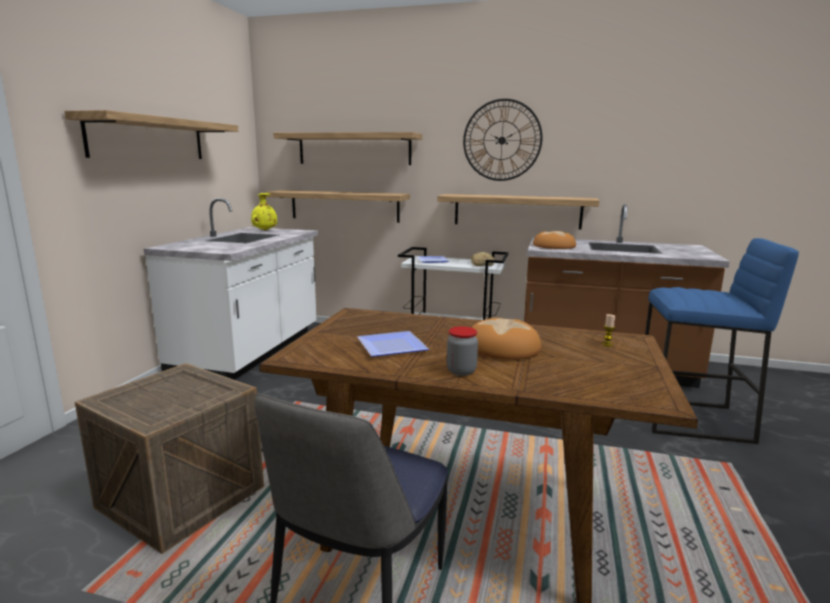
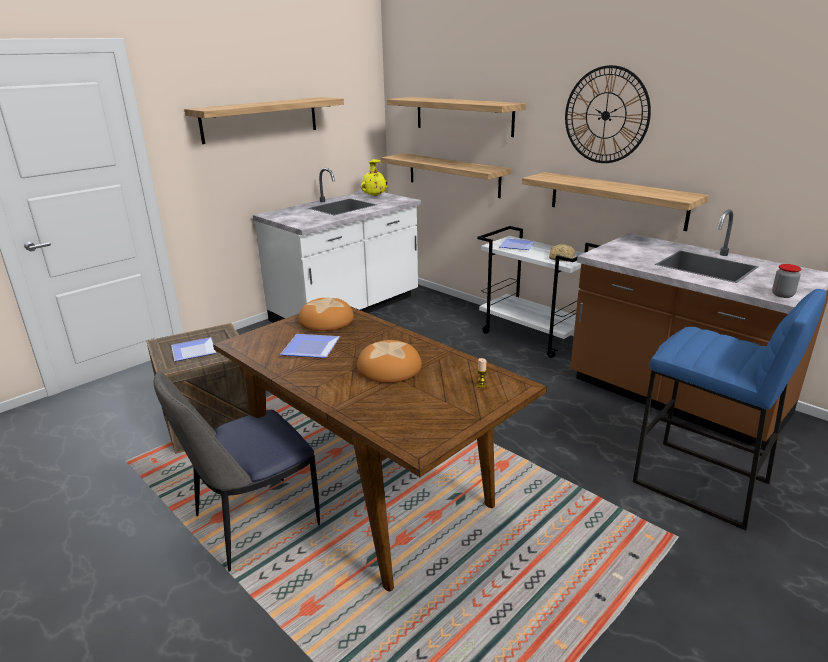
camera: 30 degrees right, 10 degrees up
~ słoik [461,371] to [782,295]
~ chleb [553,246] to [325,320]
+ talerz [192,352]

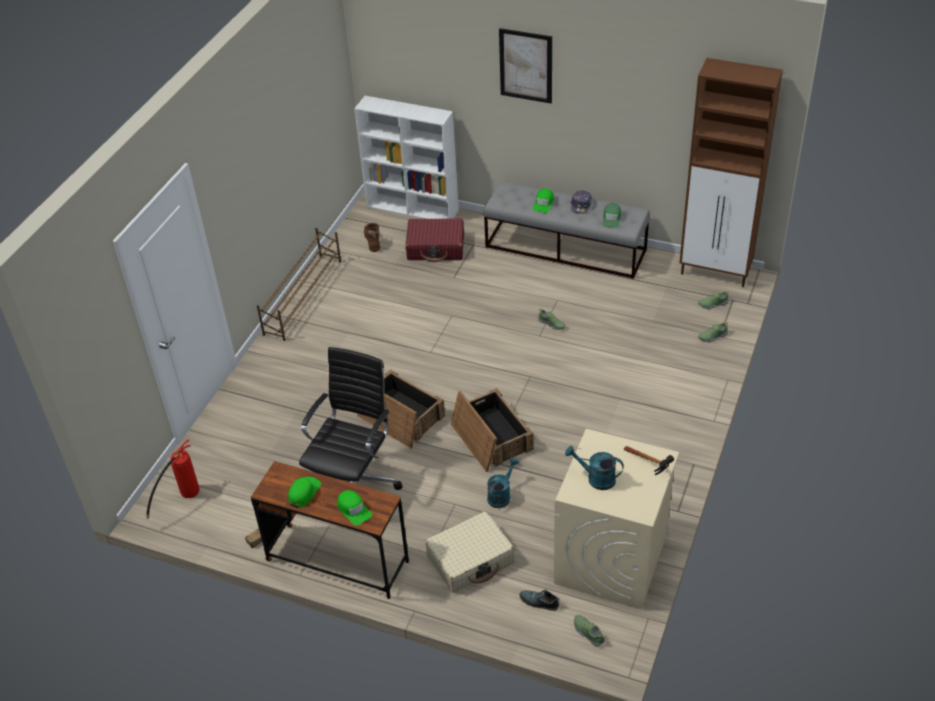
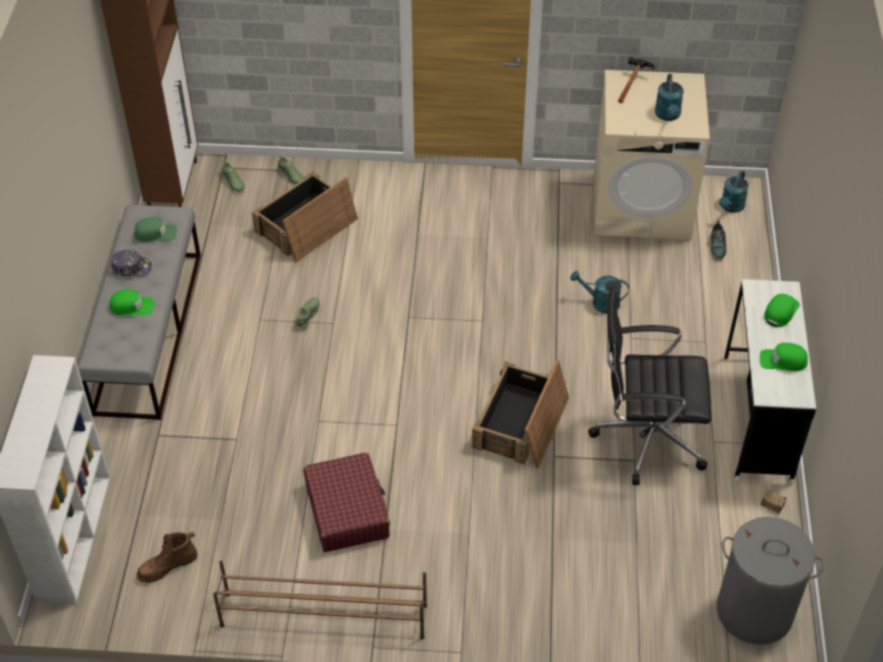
camera: 110 degrees left, 5 degrees up
~ gaśnica [182,499] to kosz na pranie/szary [754,611]
~ biurko/brązowy [337,561] to biurko/biały [757,418]
~ walizka/czerwony [436,247] to [347,510]
- walizka/beżowy [470,559]
~ skrzynka [490,437] to [306,226]
- obraz [526,65]
~ but [588,632] to konewka/turkusowy [731,207]

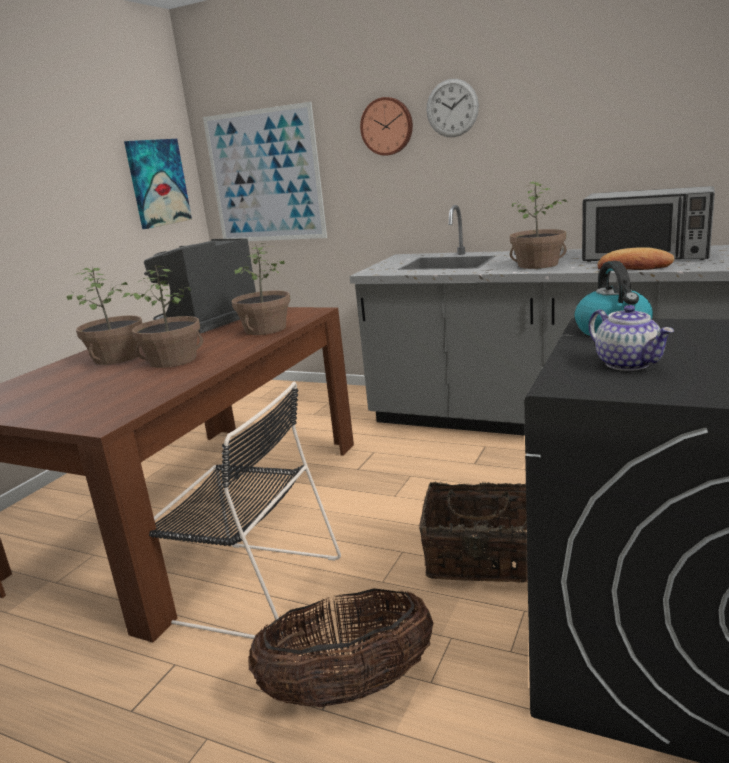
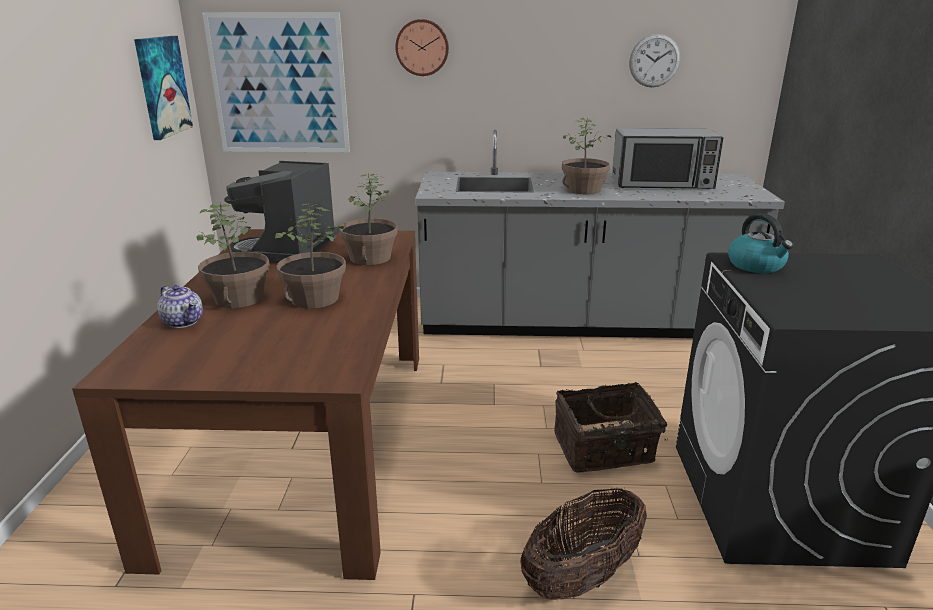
camera: 25 degrees left, 5 degrees up
- krzesło/czarny [249,588]
~ zegar ścienny [452,108] to [654,60]
~ imbryk [628,364] to [184,322]
- chleb [634,267]

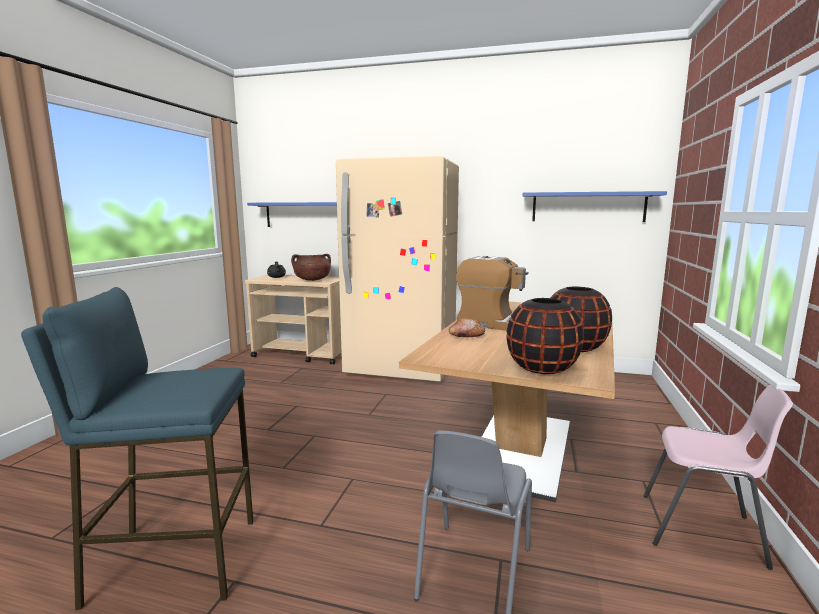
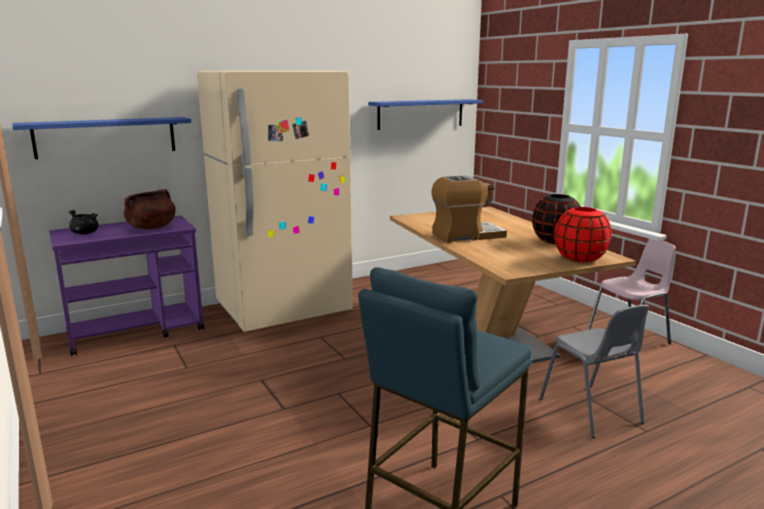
camera: 45 degrees left, 5 degrees up
~ wózek/beżowy [303,354] to wózek/fioletowy [137,331]
- chleb [466,335]
~ wazon/czarny [542,368] to wazon/czerwony [580,258]

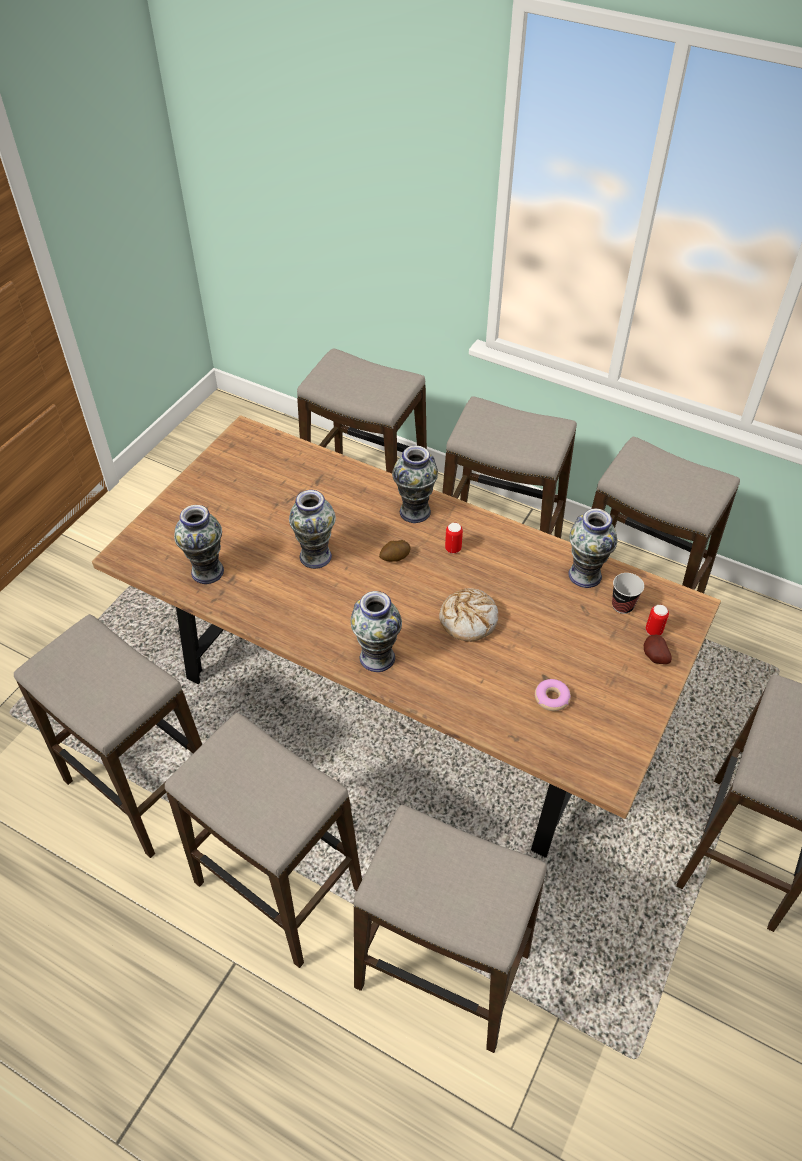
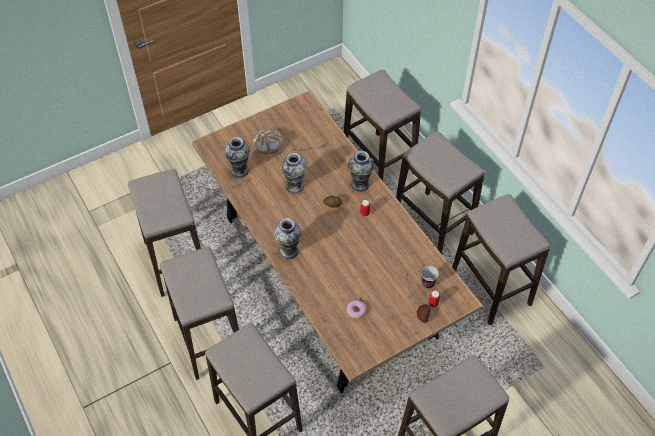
camera: 30 degrees right, 5 degrees up
~ chleb [468,619] to [268,144]
- wazon [585,575]

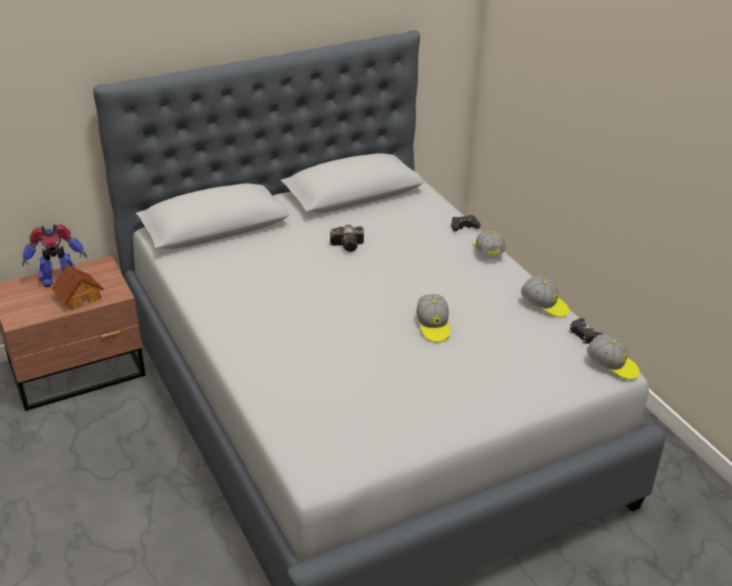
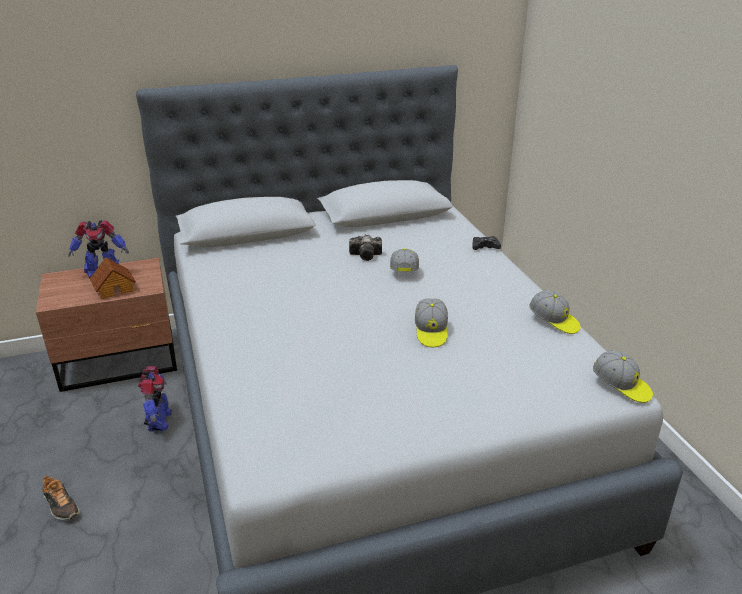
camera: 10 degrees right, 5 degrees down
~ czapka z daszkiem [487,251] to [404,270]
- pad do gier/czarny [584,334]
+ but [60,506]
+ robot zabawkowy [158,421]

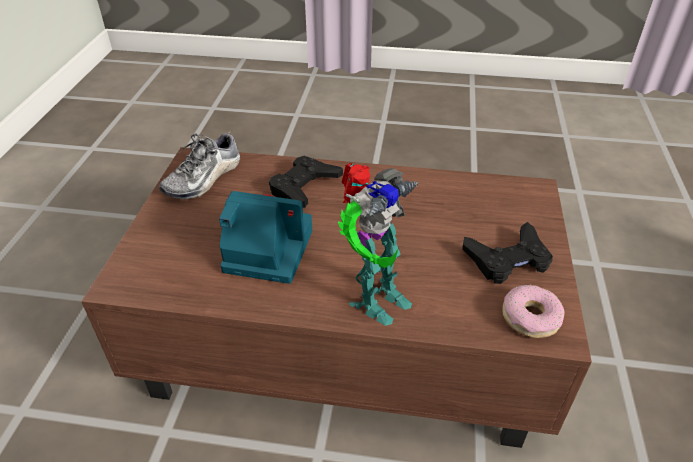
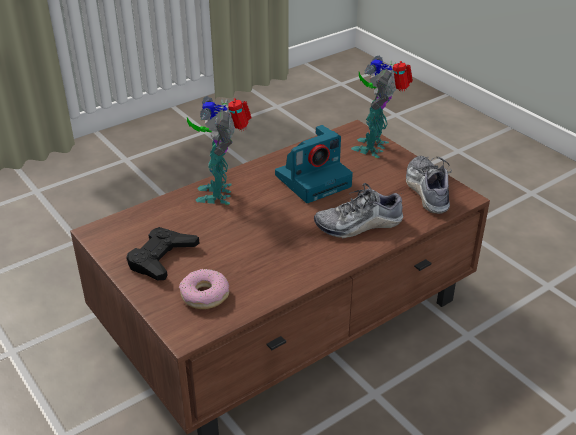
camera: 135 degrees right, 5 degrees down
~ pad do gier/czarny [304,186] to but [358,225]
~ donut [530,317] to [205,295]
+ robot zabawkowy [375,147]

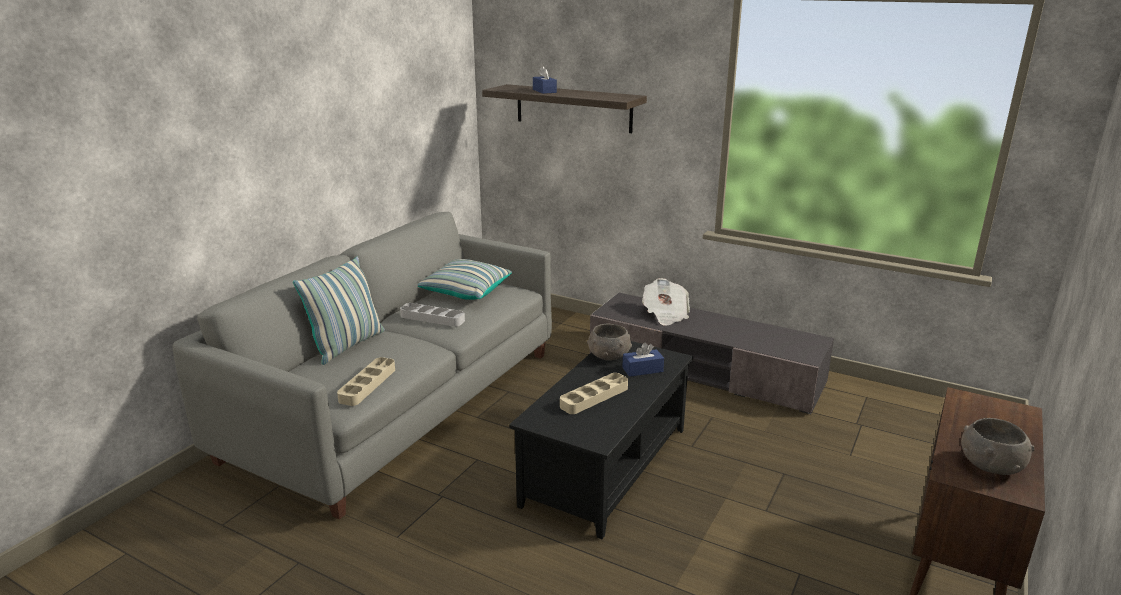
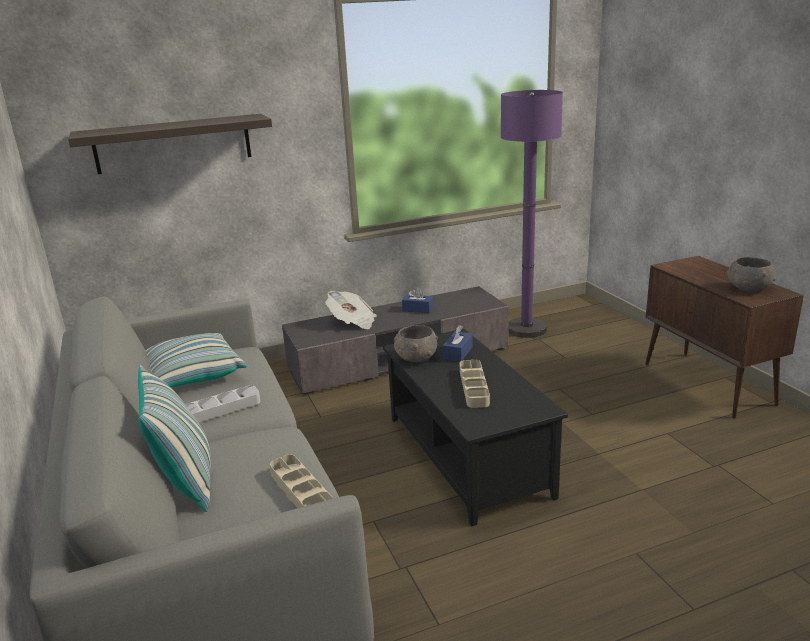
camera: 50 degrees left, 0 degrees up
~ pudełko chusteczek/niebieski [544,91] to [417,309]
+ lampa stojąca/fioletowy [526,329]

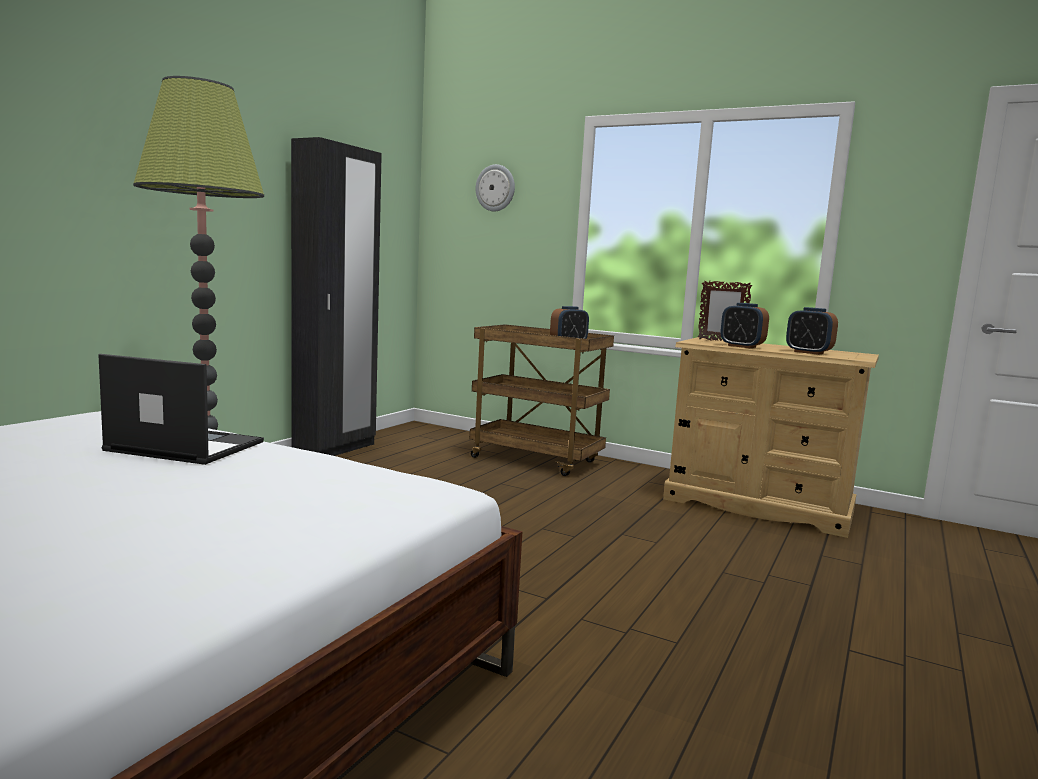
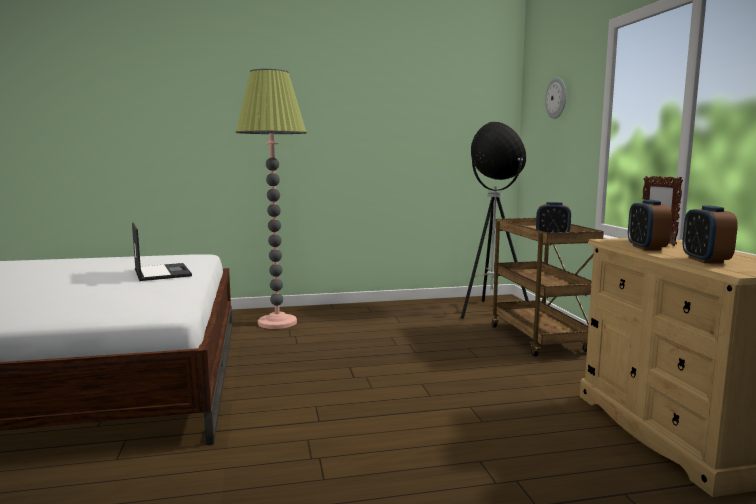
camera: 50 degrees right, 0 degrees up
- szafa/czarny [335,449]
+ lampa stojąca [490,311]

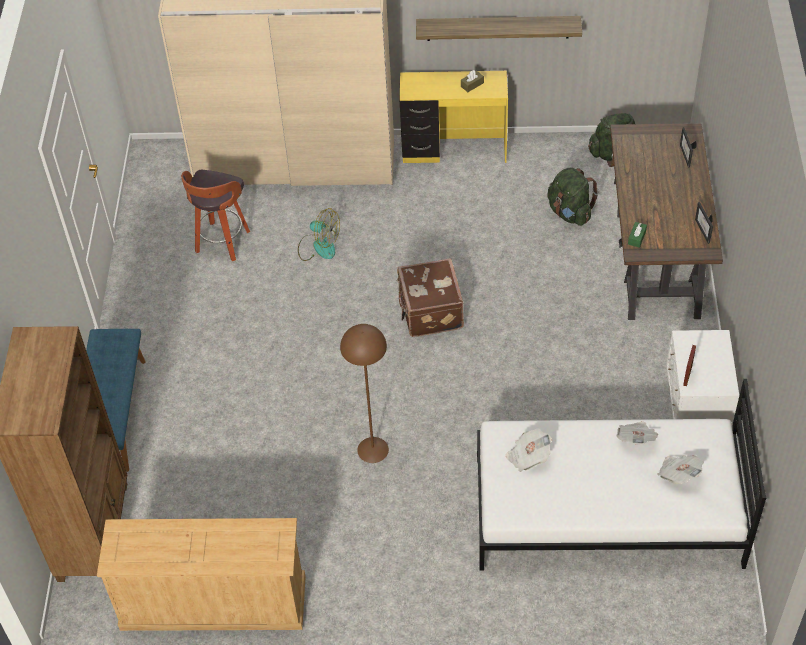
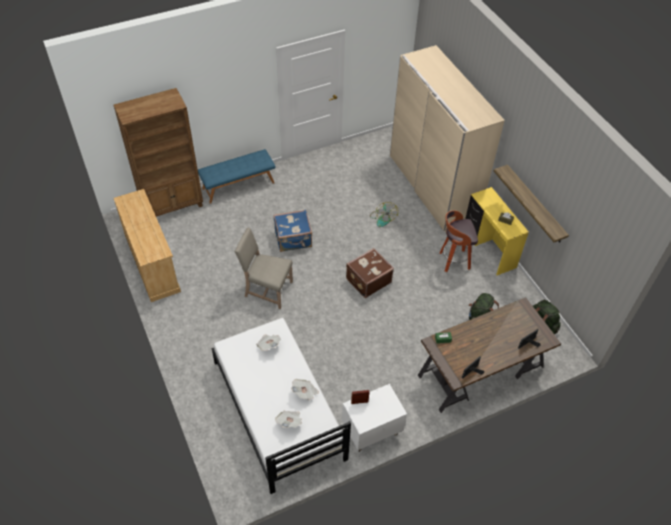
camera: 60 degrees right, 0 degrees up
~ stołek [222,243] to [453,261]
~ lampa stojąca/brązowy [372,450] to krzesło/beżowy [266,289]
+ walizka/niebieski [293,239]

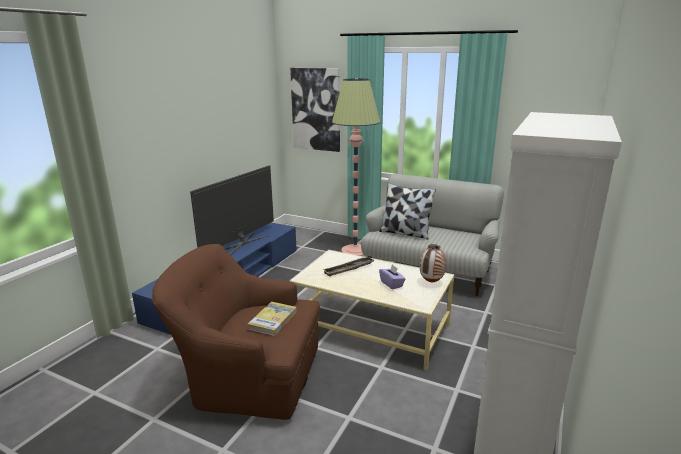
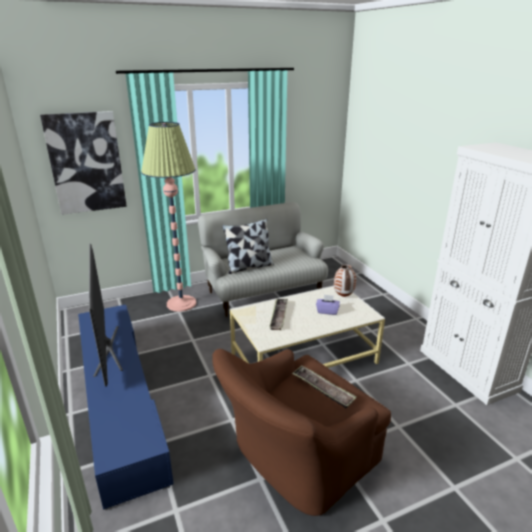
camera: 50 degrees left, 5 degrees up
~ książka [273,320] to taca [322,389]

